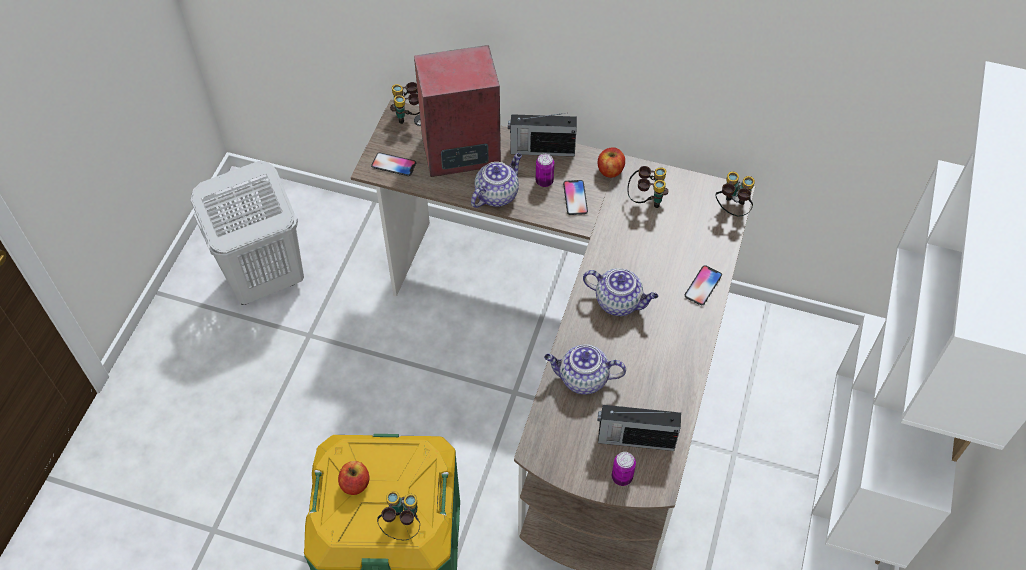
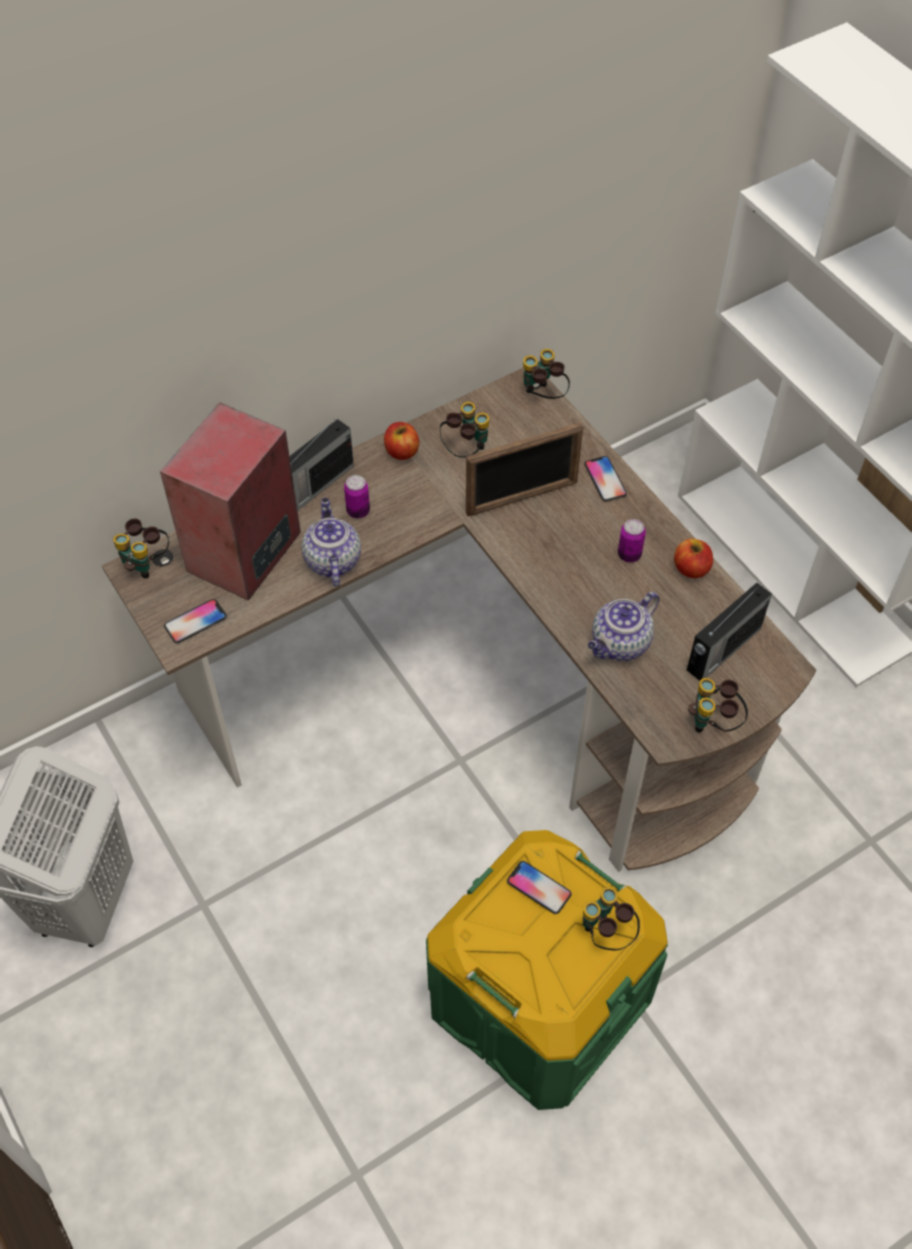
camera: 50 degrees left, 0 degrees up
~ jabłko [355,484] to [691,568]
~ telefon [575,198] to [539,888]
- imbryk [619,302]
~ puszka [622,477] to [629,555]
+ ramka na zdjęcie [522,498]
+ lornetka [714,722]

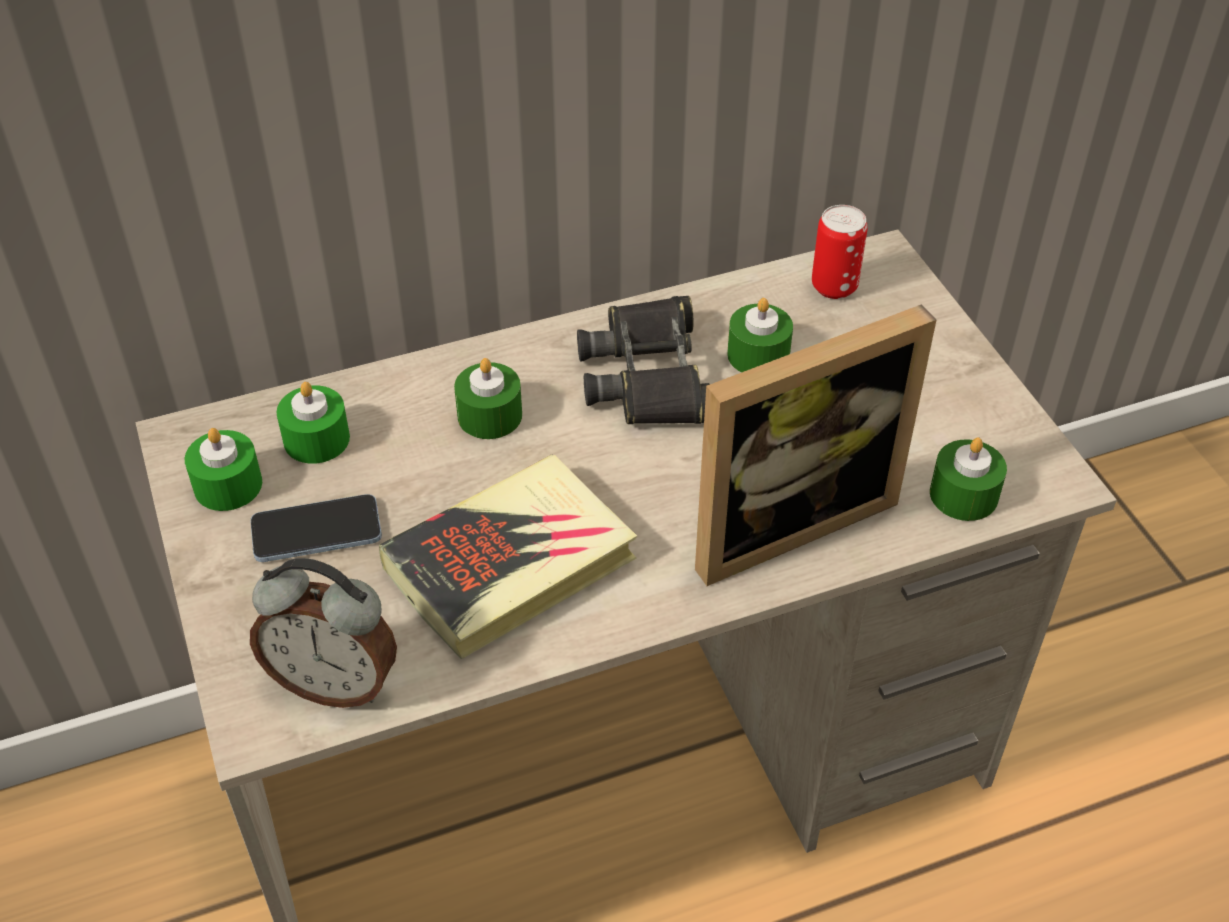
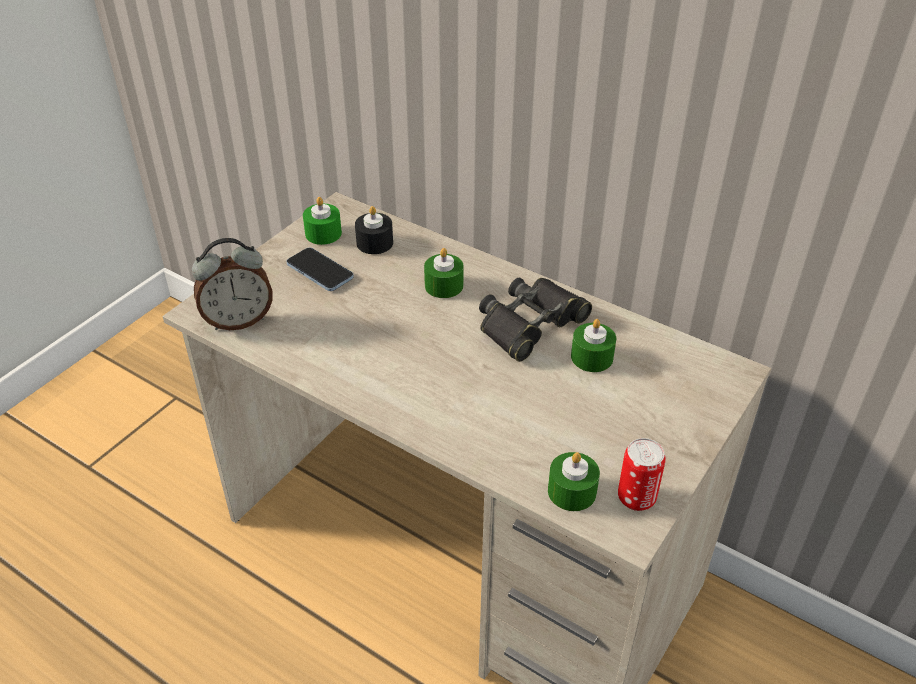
camera: 55 degrees right, 5 degrees down
~ budzik [335,682] = [238,320] 90 degrees counterclockwise
~ świeca/zielony [316,439] to świeca/czarny [374,243]
- książka [511,564]
- ramka na zdjęcie [783,518]
~ puszka [834,286] to [636,498]

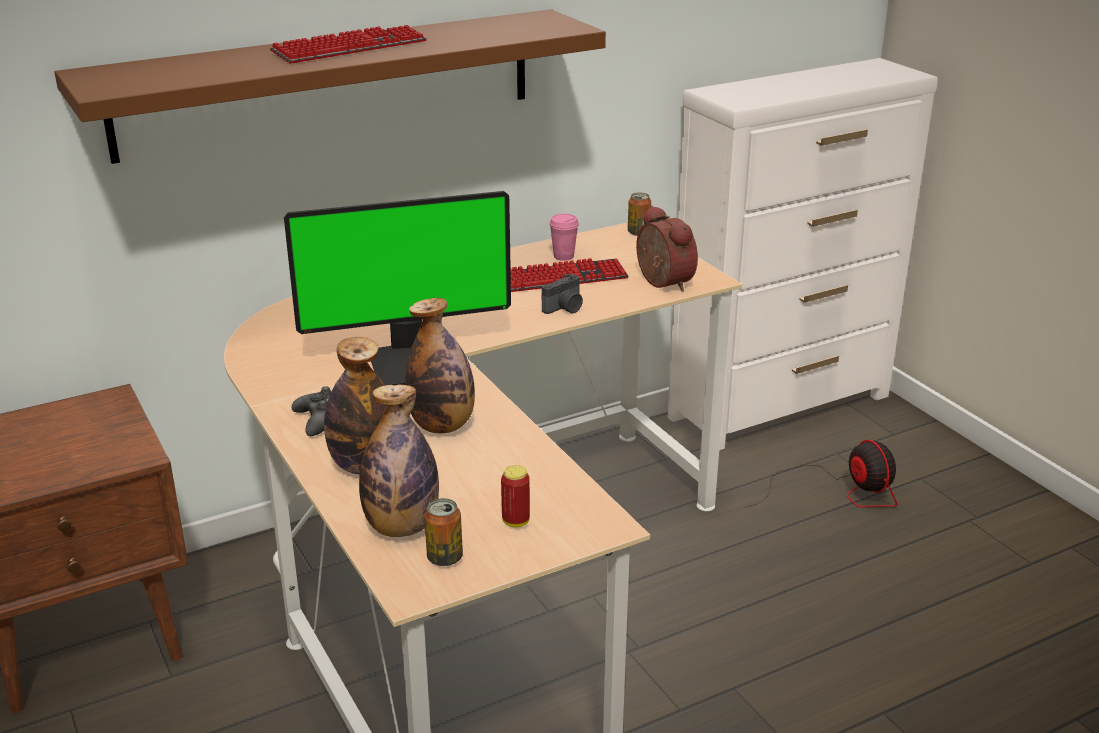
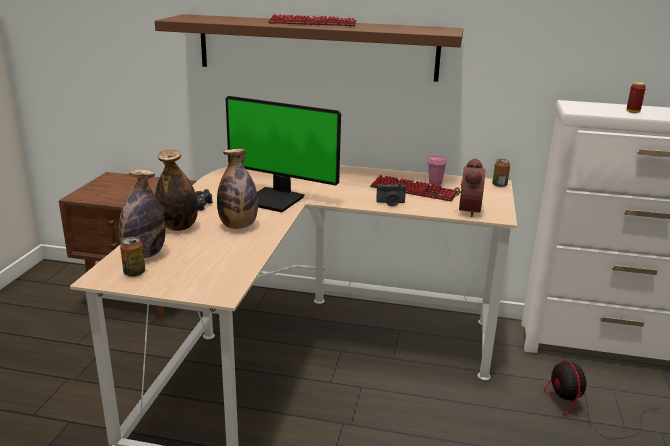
camera: 40 degrees right, 5 degrees down
~ puszka [515,521] to [633,112]
~ wentylator [839,492] = [585,411] 150 degrees clockwise

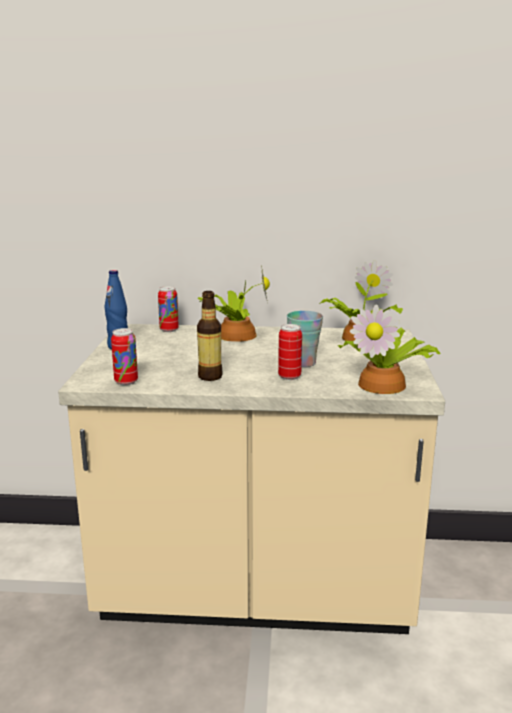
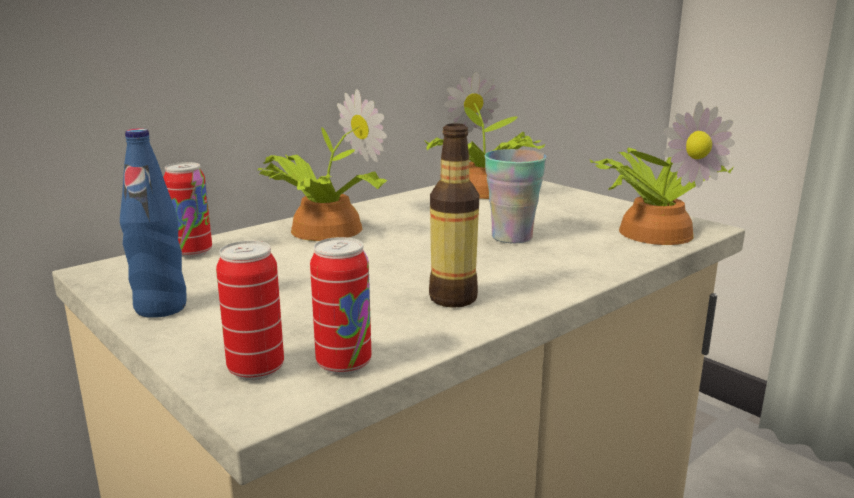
camera: 45 degrees left, 0 degrees up
~ puszka [289,377] to [256,369]

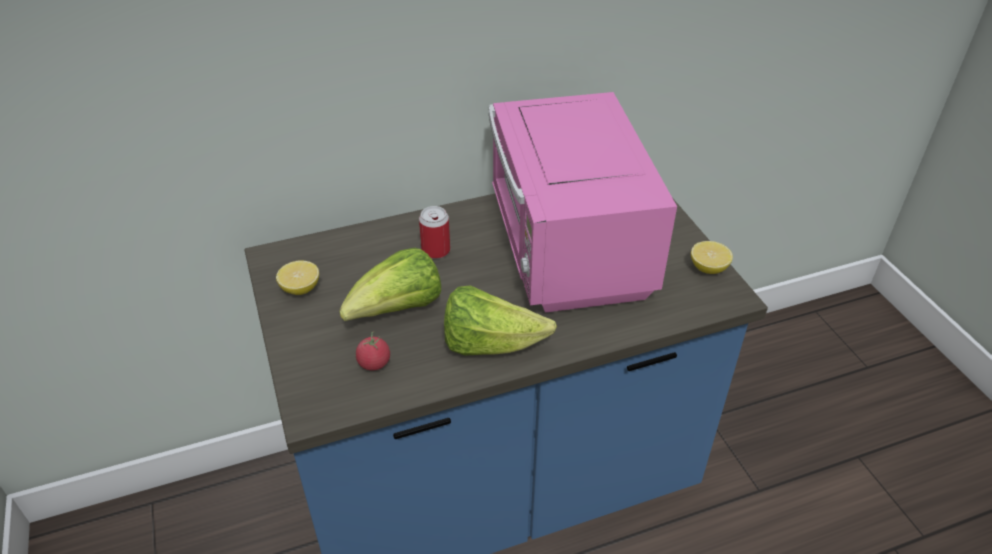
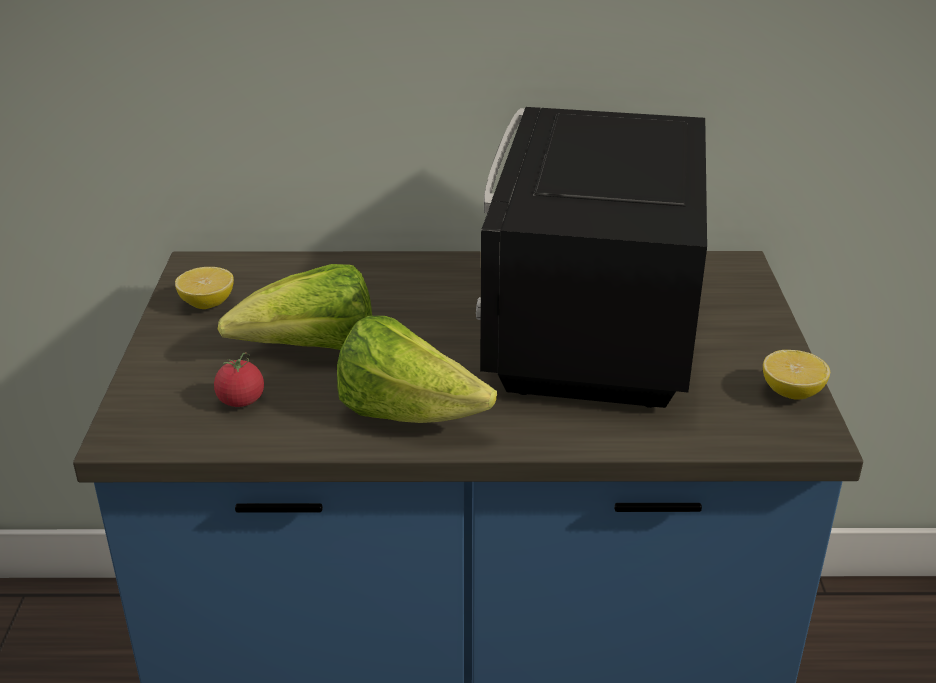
camera: 20 degrees right, 10 degrees down
- puszka [436,250]
~ mikrofalówka/różowy [568,249] to mikrofalówka/czarny [589,330]

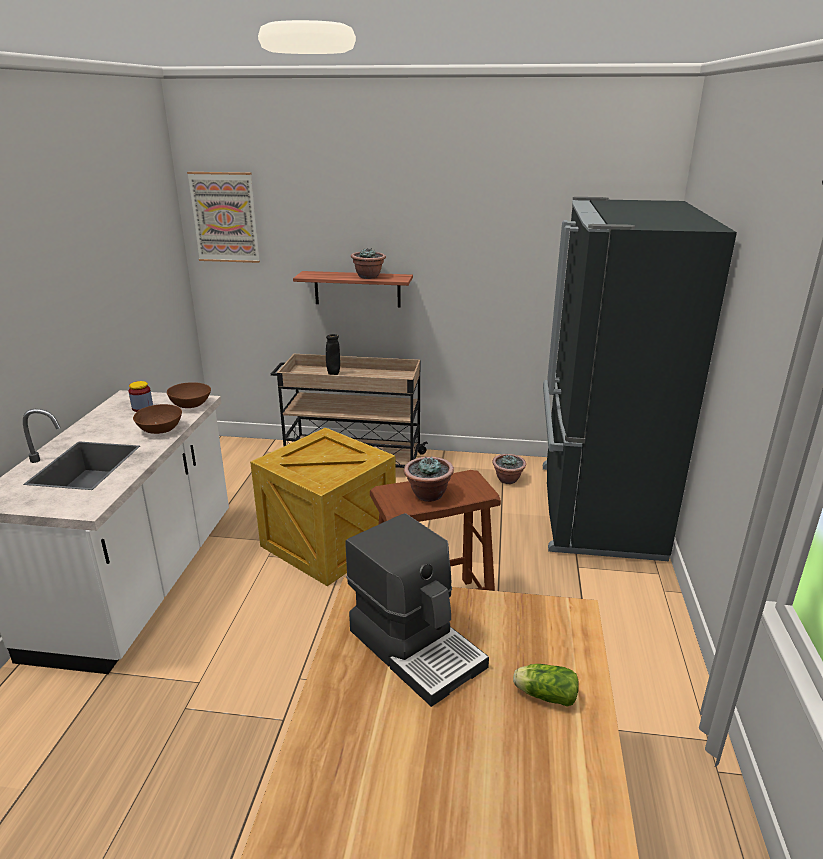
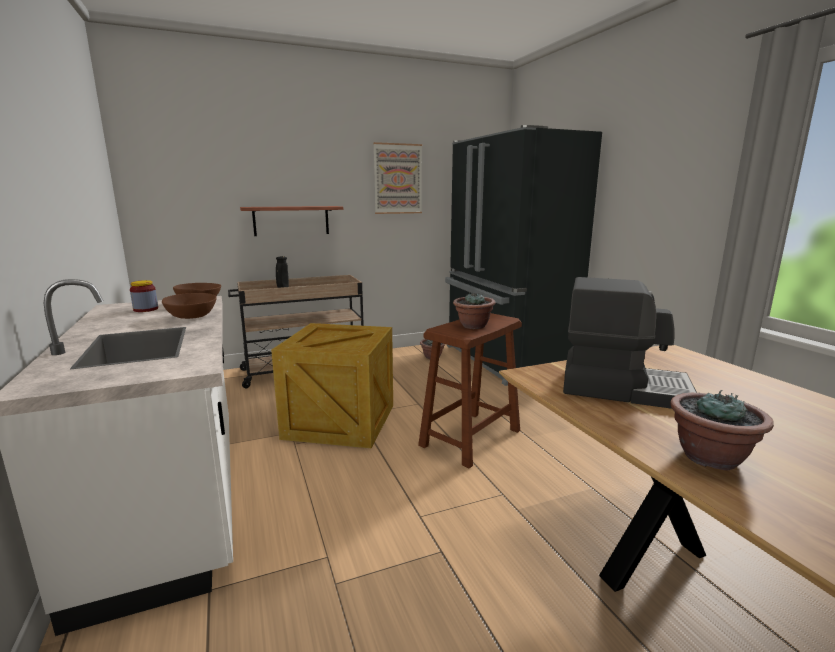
camera: 30 degrees left, 10 degrees down
~ obraz [225,217] to [397,179]
~ roślina doniczkowa [369,277] to [710,457]
- sałata [543,695]

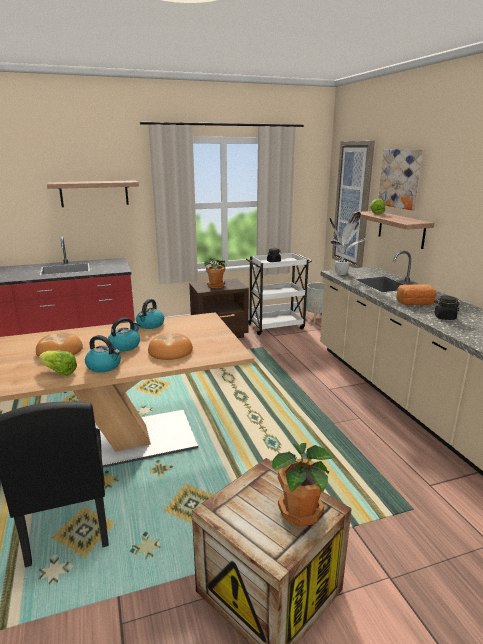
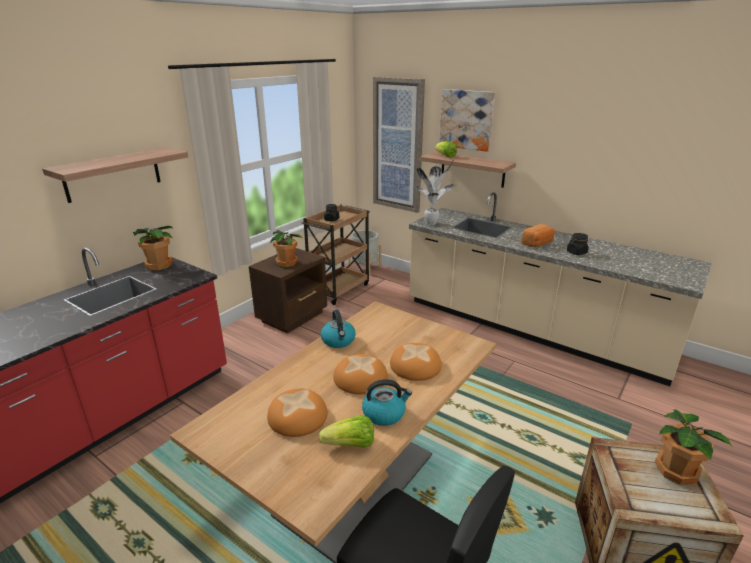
camera: 35 degrees left, 5 degrees up
~ czajnik [125,346] to chleb [360,378]
~ wózek/biały [276,326] to wózek/brązowy [339,289]
+ roślina doniczkowa [159,265]

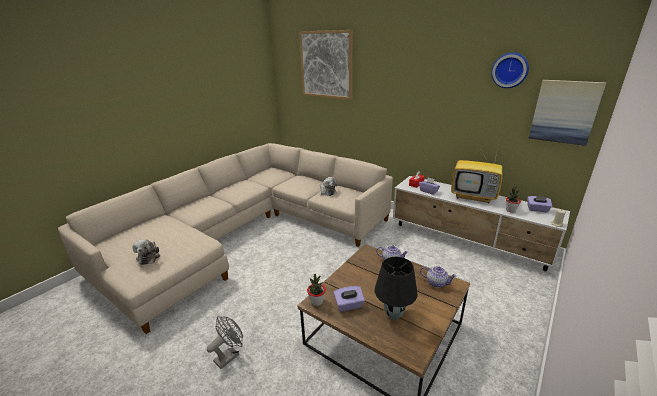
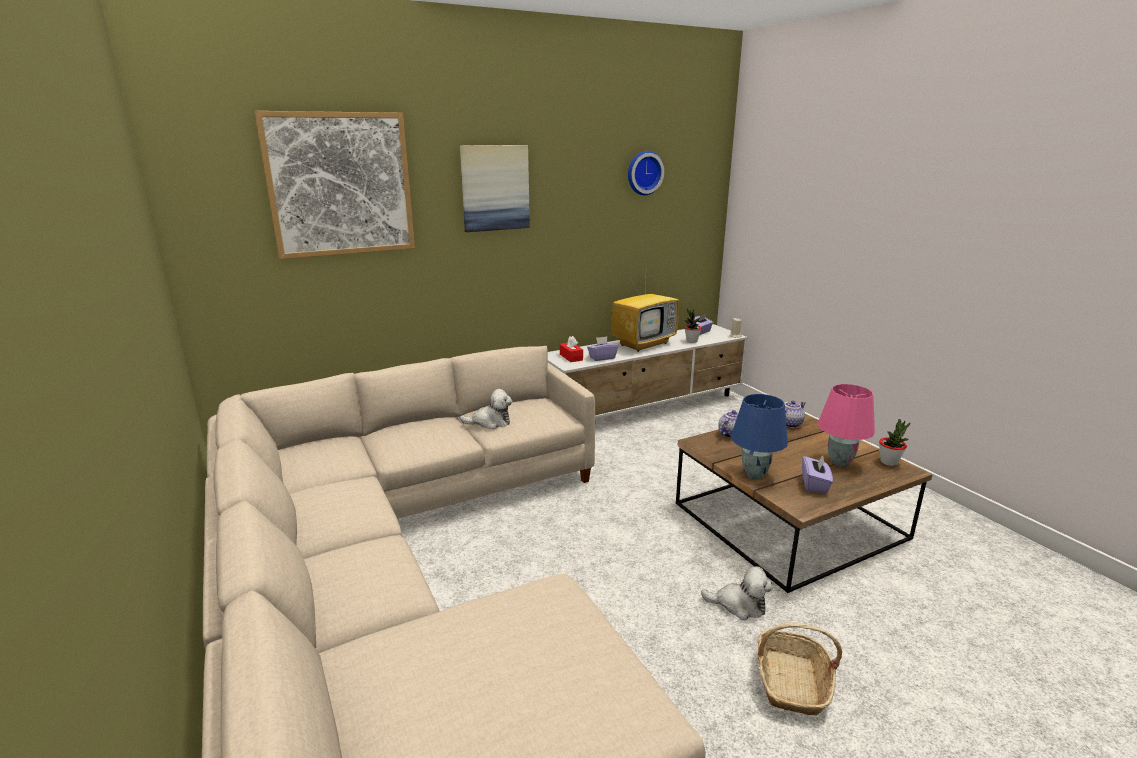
camera: 65 degrees left, 5 degrees down
~ pluszak [149,256] to [739,605]
~ wentylator/szary [230,355] to koszyk [791,682]
~ roślina doniczkowa [317,302] to [889,462]
~ lampa stołowa/czarny [394,314] to lampa stołowa/różowy [839,462]
~ obraz [564,112] to [495,188]
+ lampa stołowa/niebieski [754,475]

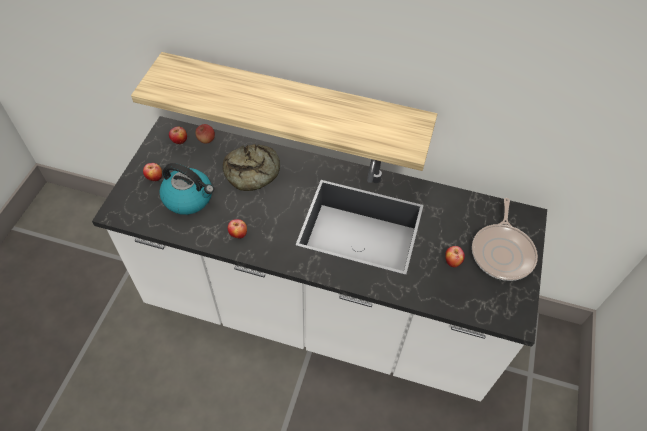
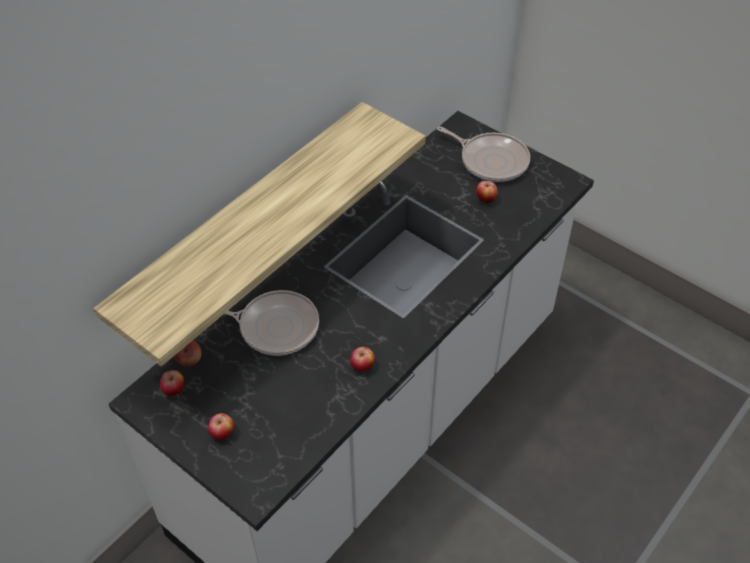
camera: 65 degrees left, 5 degrees down
- czajnik [189,198]
~ chleb [253,172] to patelnia [275,326]

